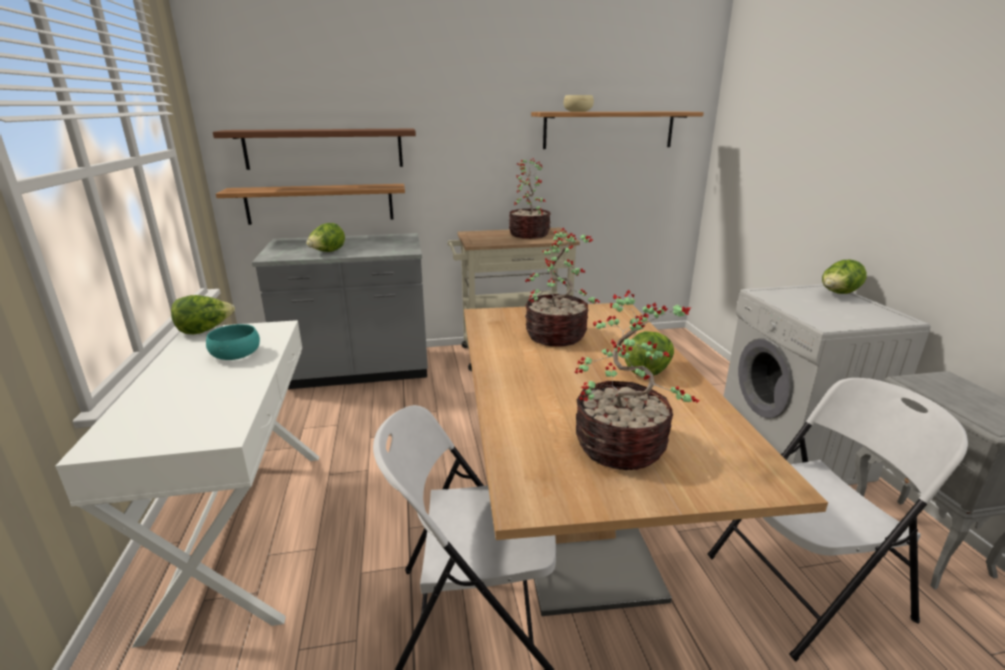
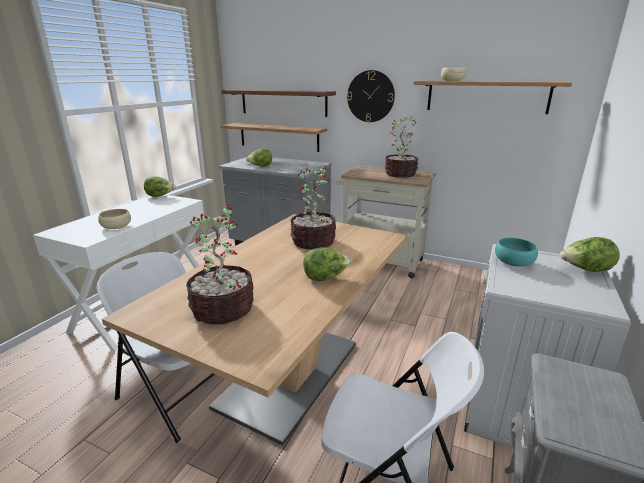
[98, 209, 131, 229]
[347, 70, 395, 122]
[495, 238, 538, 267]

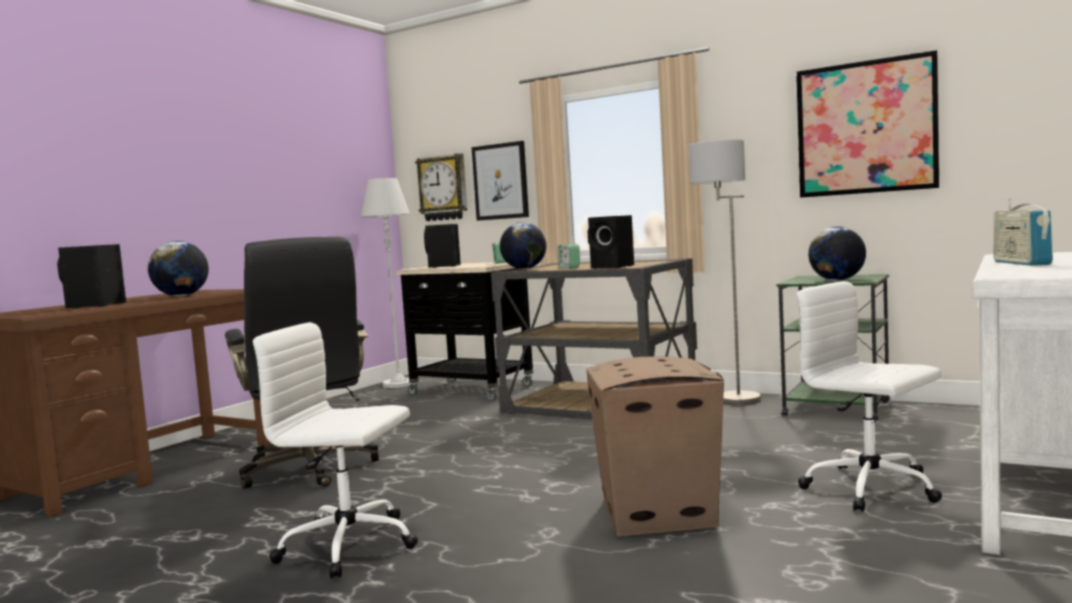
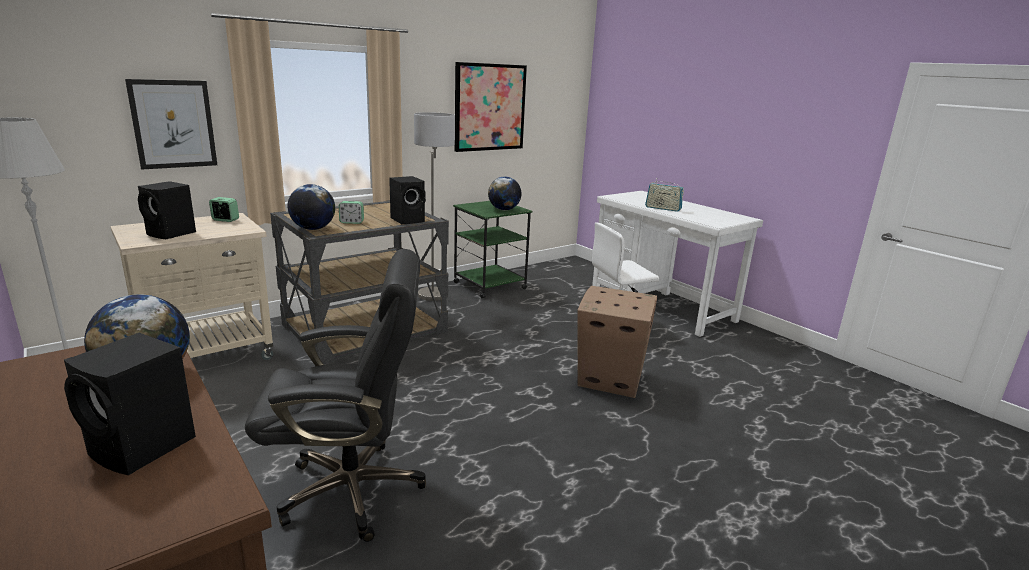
[111, 213, 273, 360]
[253, 322, 418, 578] (first image)
[415, 154, 467, 221] (first image)

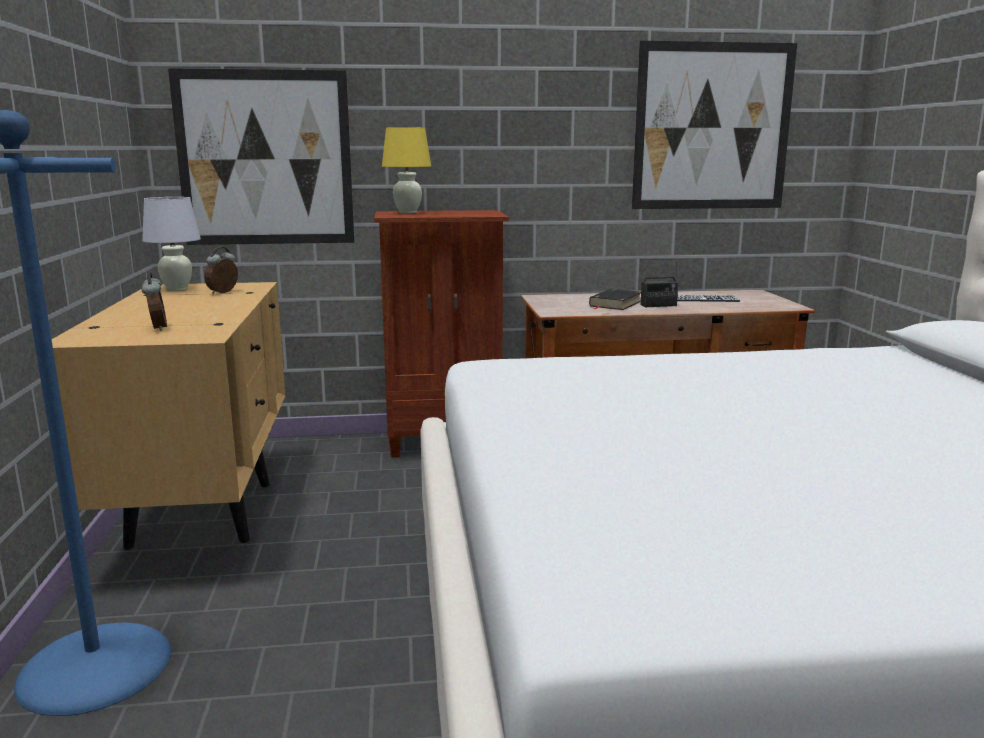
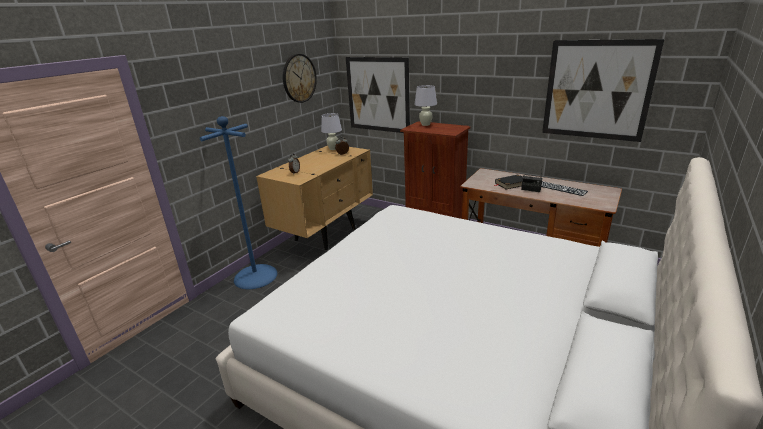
[283, 54, 317, 103]
[414, 85, 437, 126]

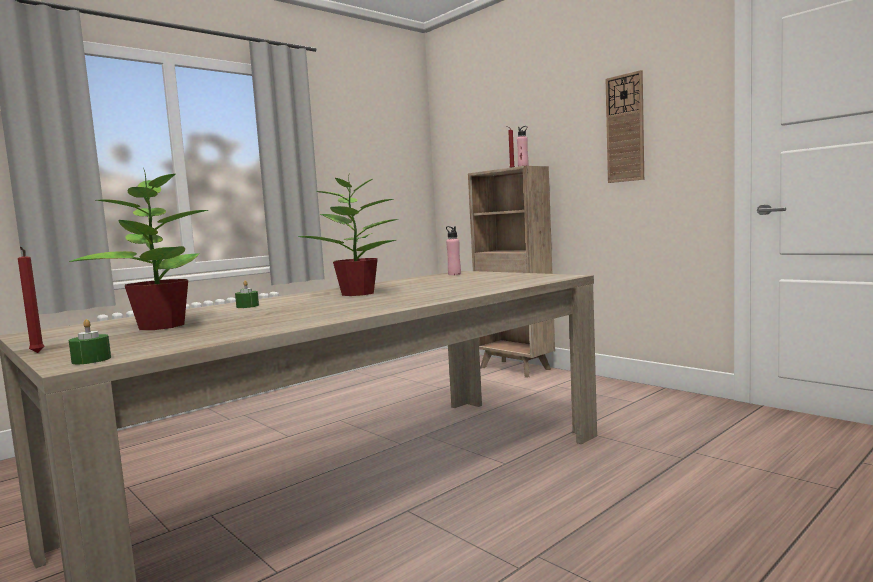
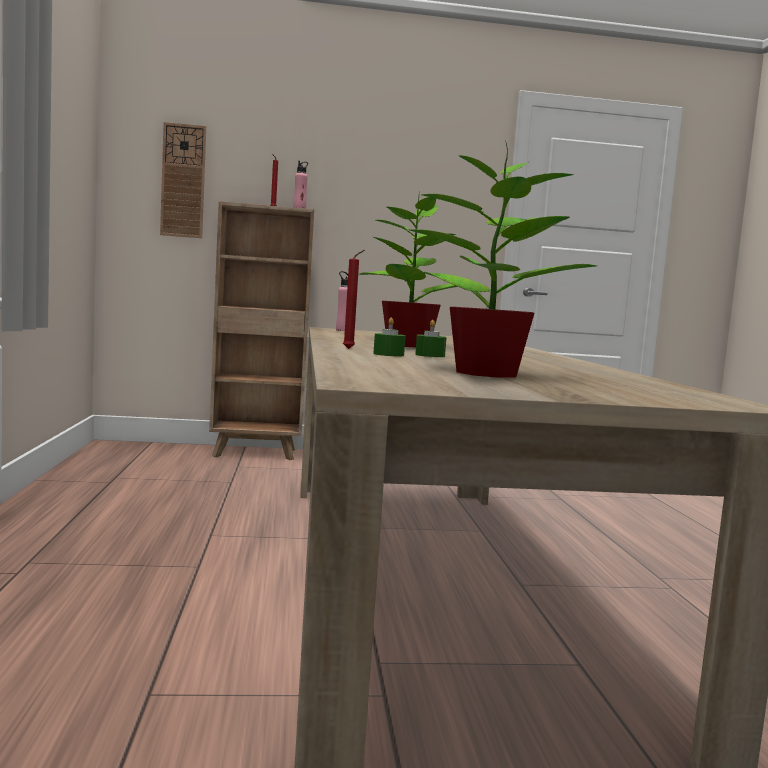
[160, 122, 206, 238]
[343, 250, 365, 349]
[415, 320, 447, 357]

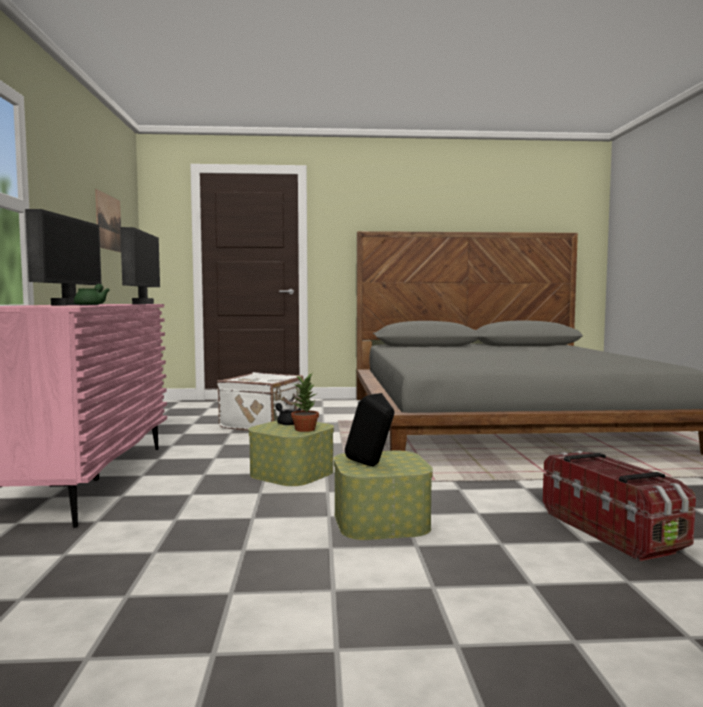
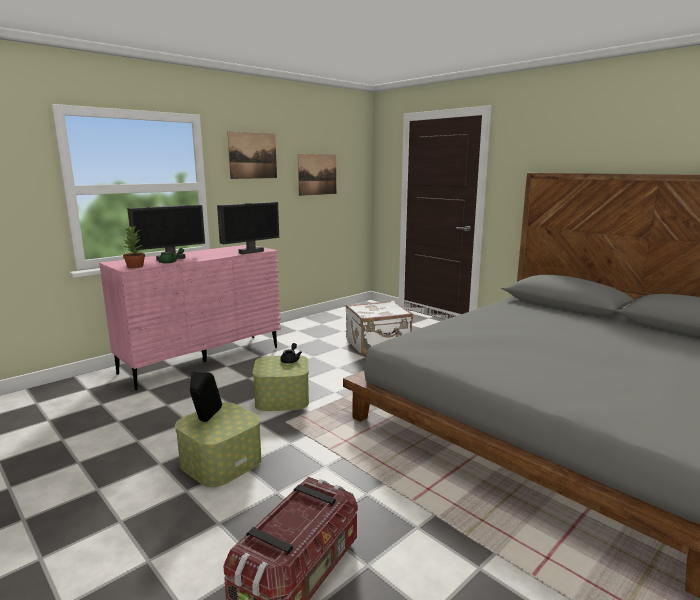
[123, 225, 145, 268]
[227, 132, 277, 179]

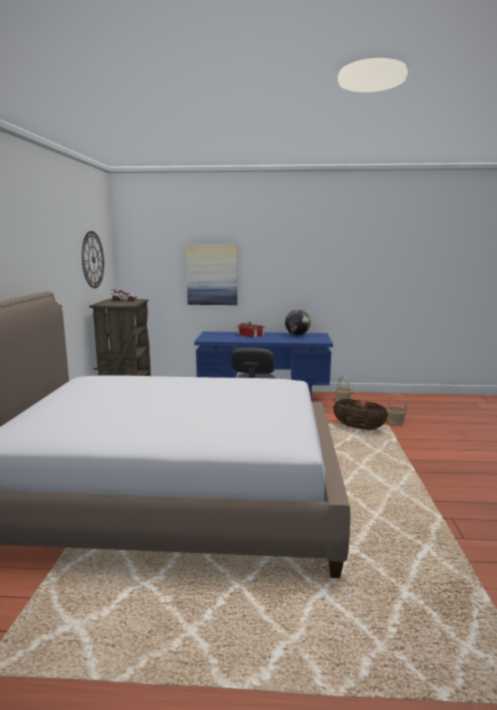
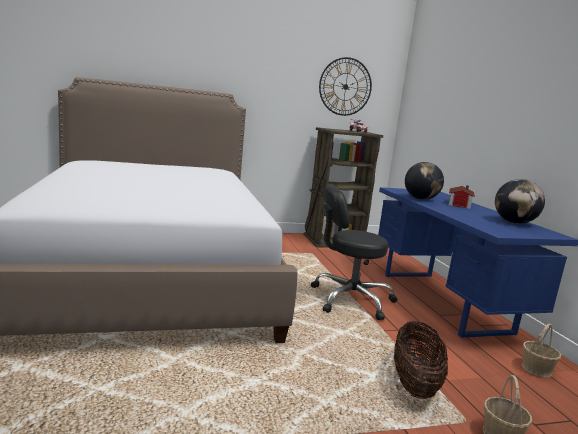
[405, 162, 444, 200]
[186, 245, 238, 305] (first image)

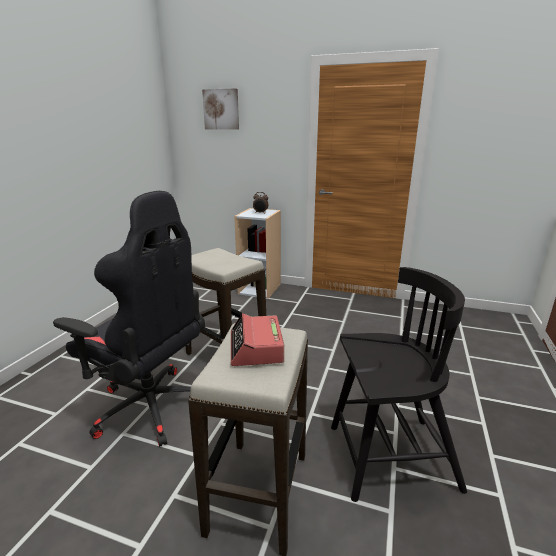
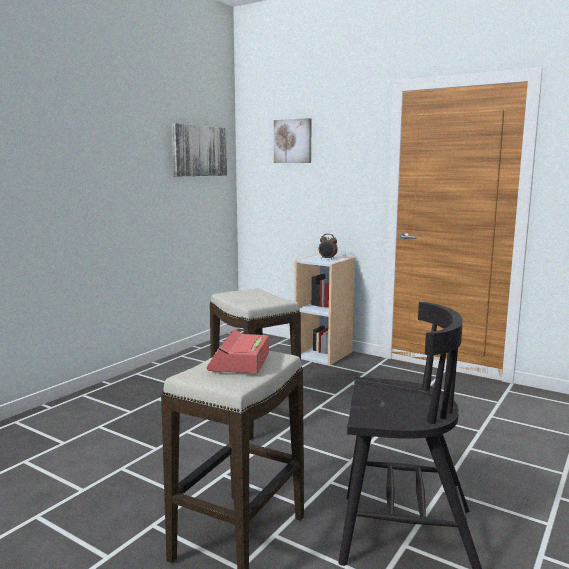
[171, 123, 227, 176]
[53, 191, 205, 447] (first image)

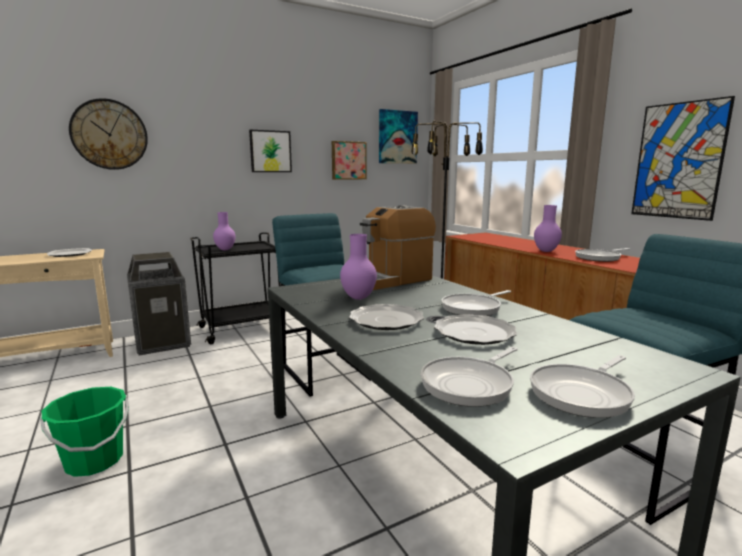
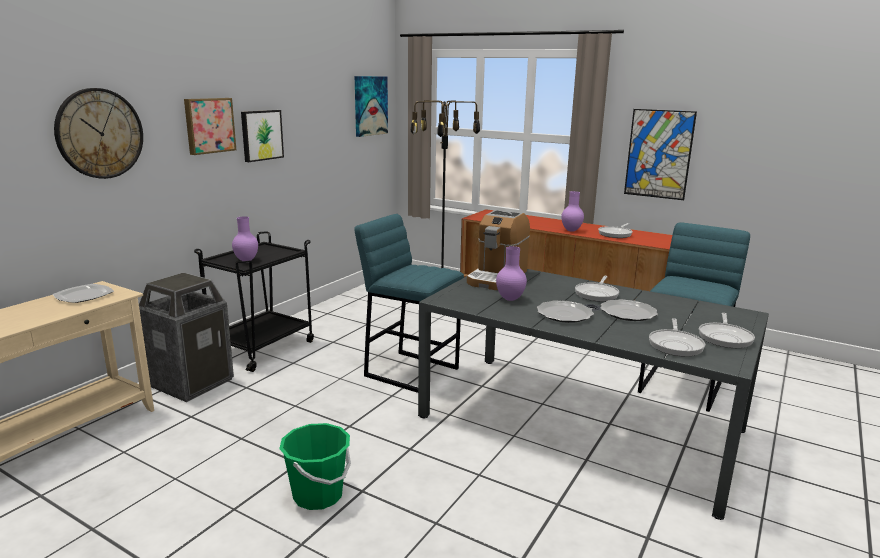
[184, 98, 236, 155]

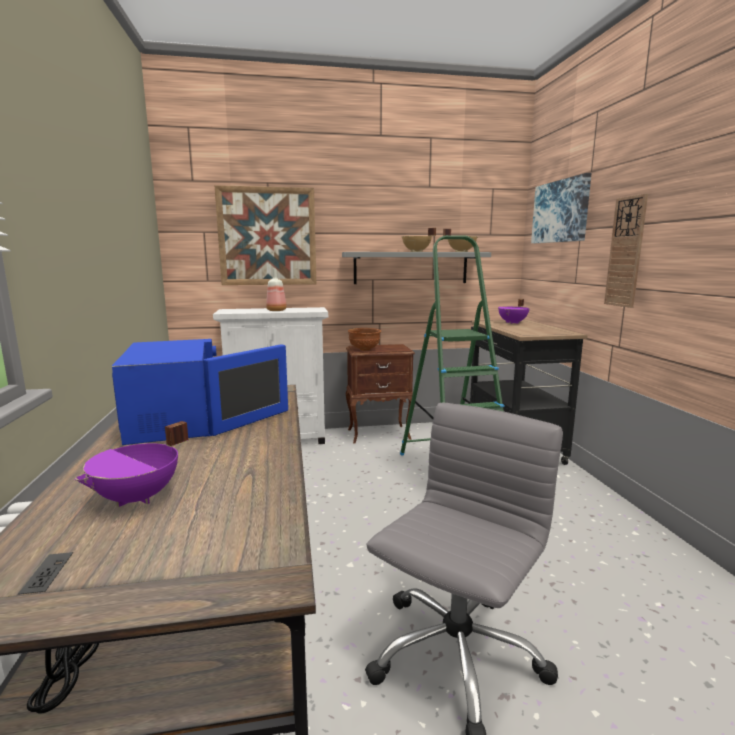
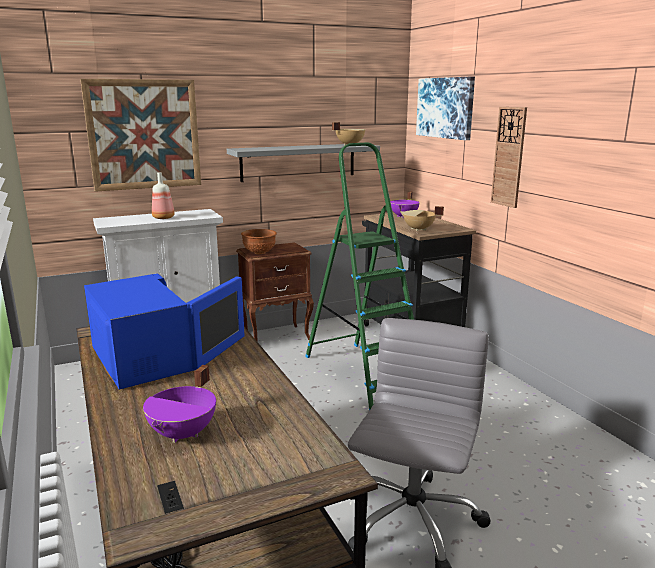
[400, 206, 444, 231]

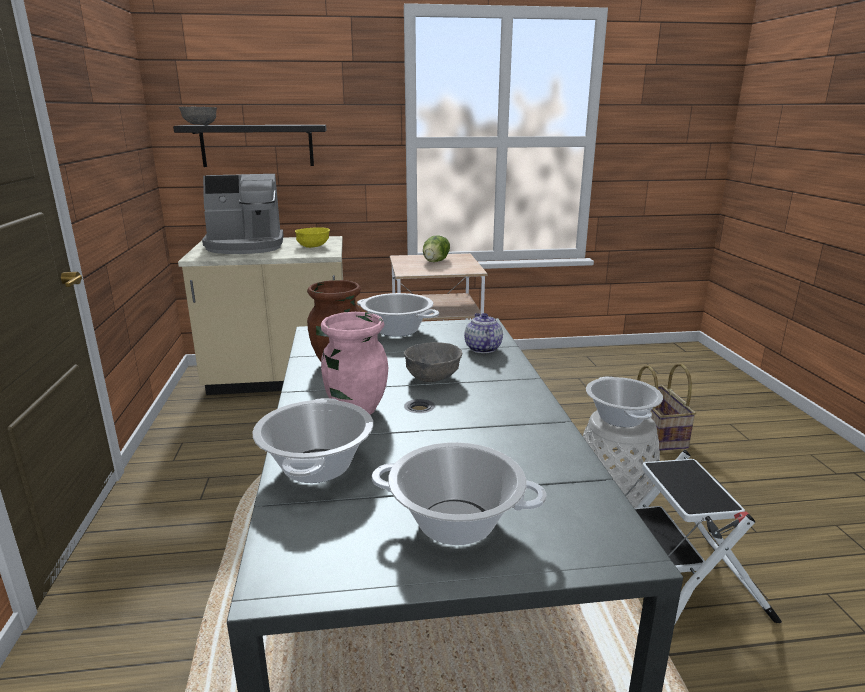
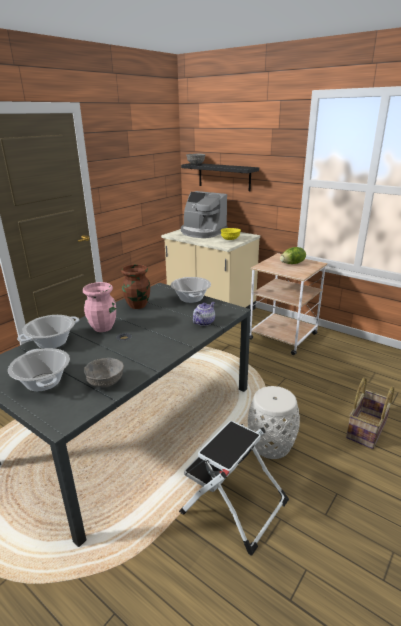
[84, 358, 124, 387]
[586, 377, 663, 427] (first image)

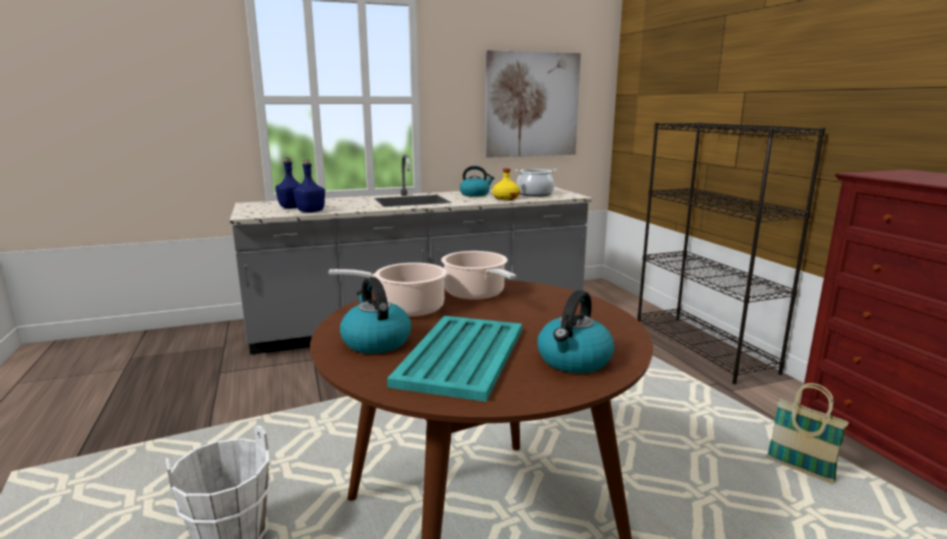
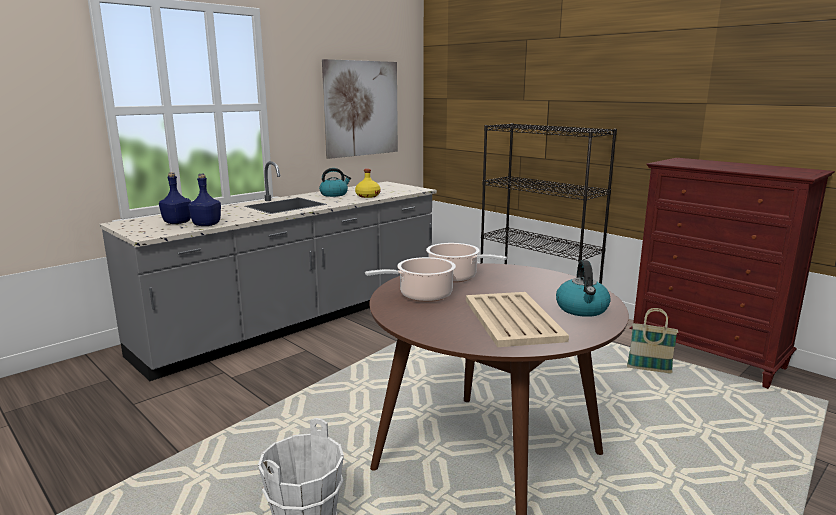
[466, 292, 569, 347]
[340, 277, 411, 354] (first image)
[515, 169, 557, 197] (first image)

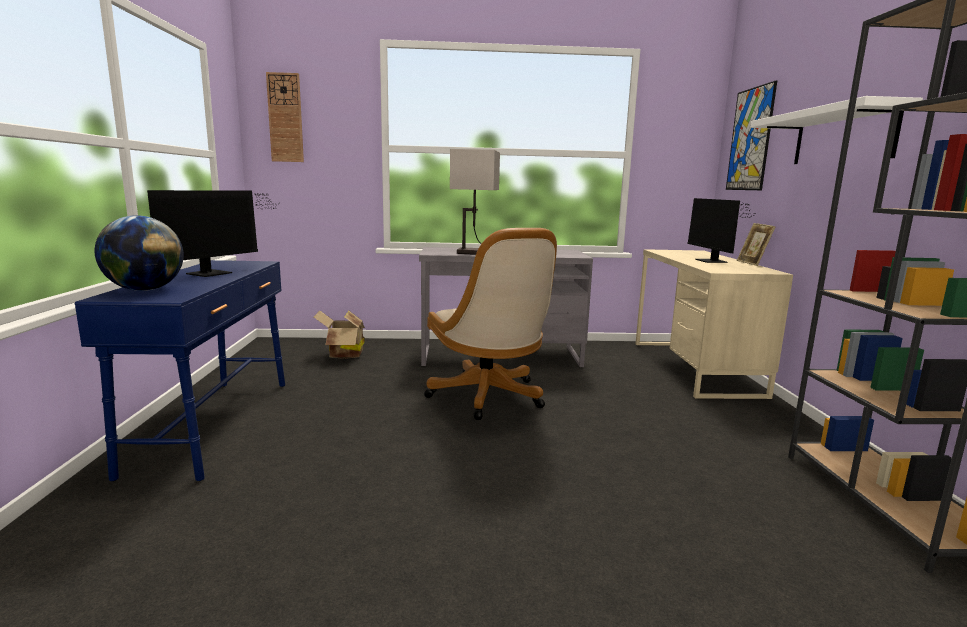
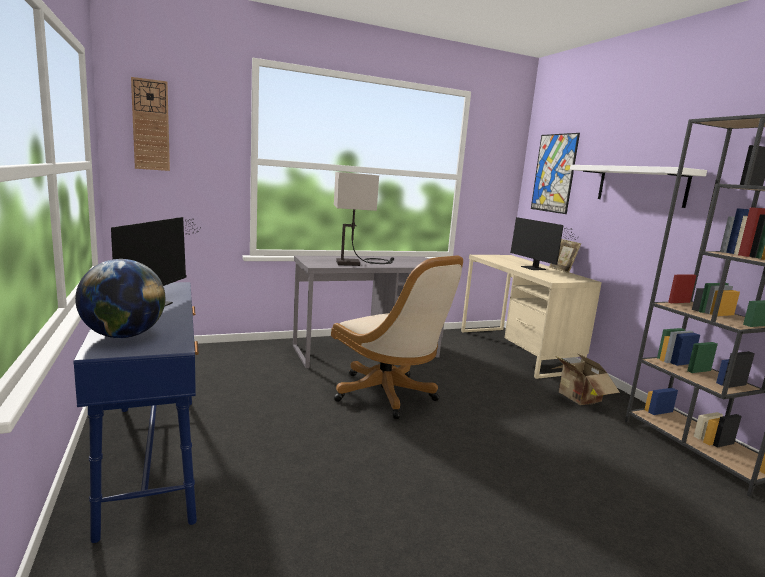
[552, 353, 620, 405]

